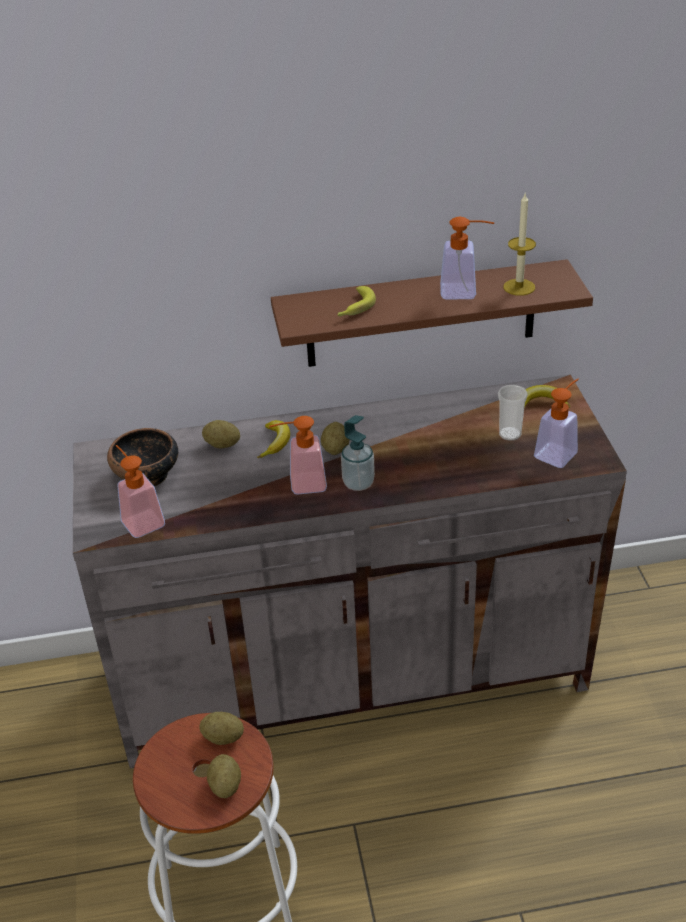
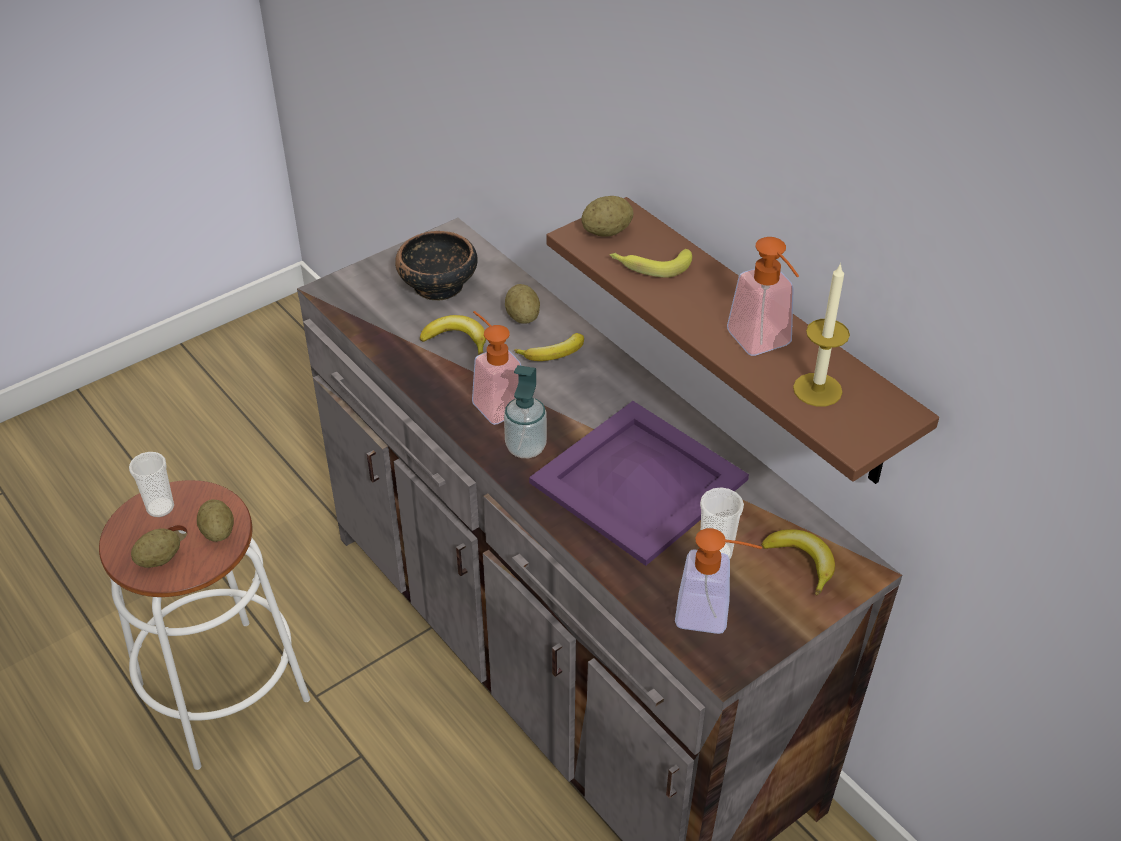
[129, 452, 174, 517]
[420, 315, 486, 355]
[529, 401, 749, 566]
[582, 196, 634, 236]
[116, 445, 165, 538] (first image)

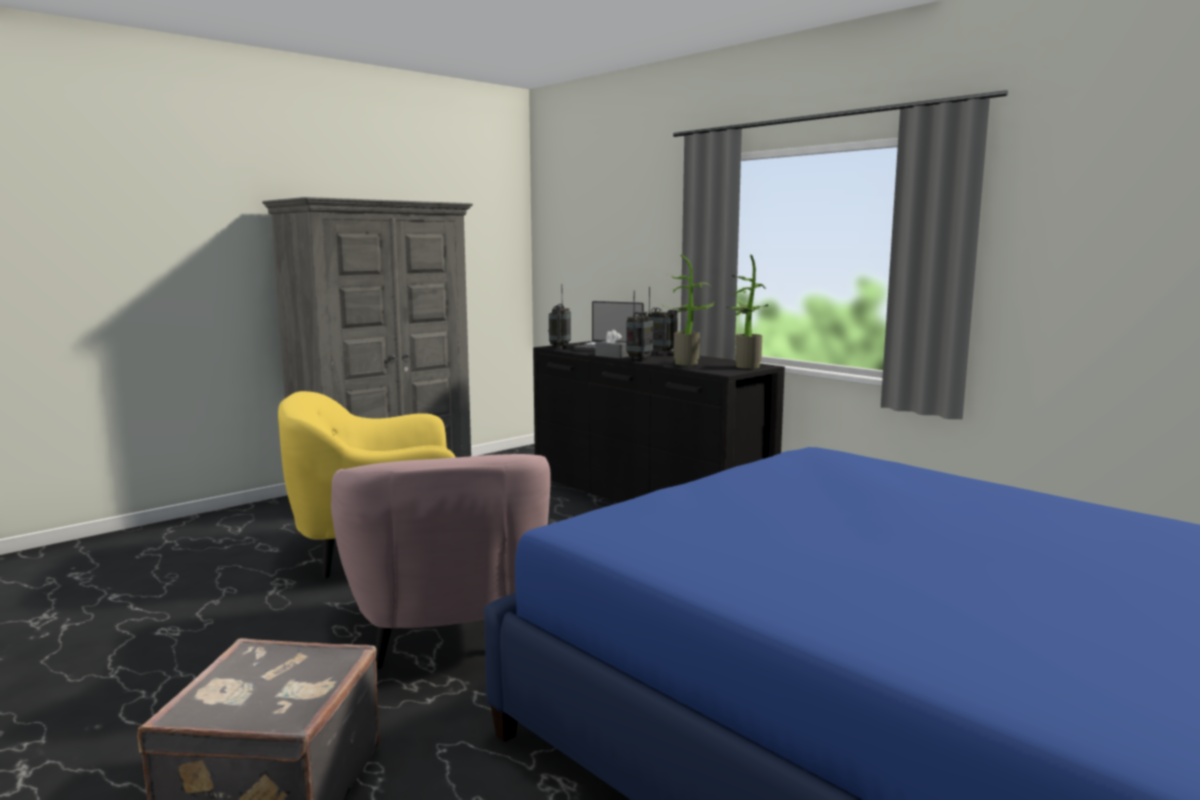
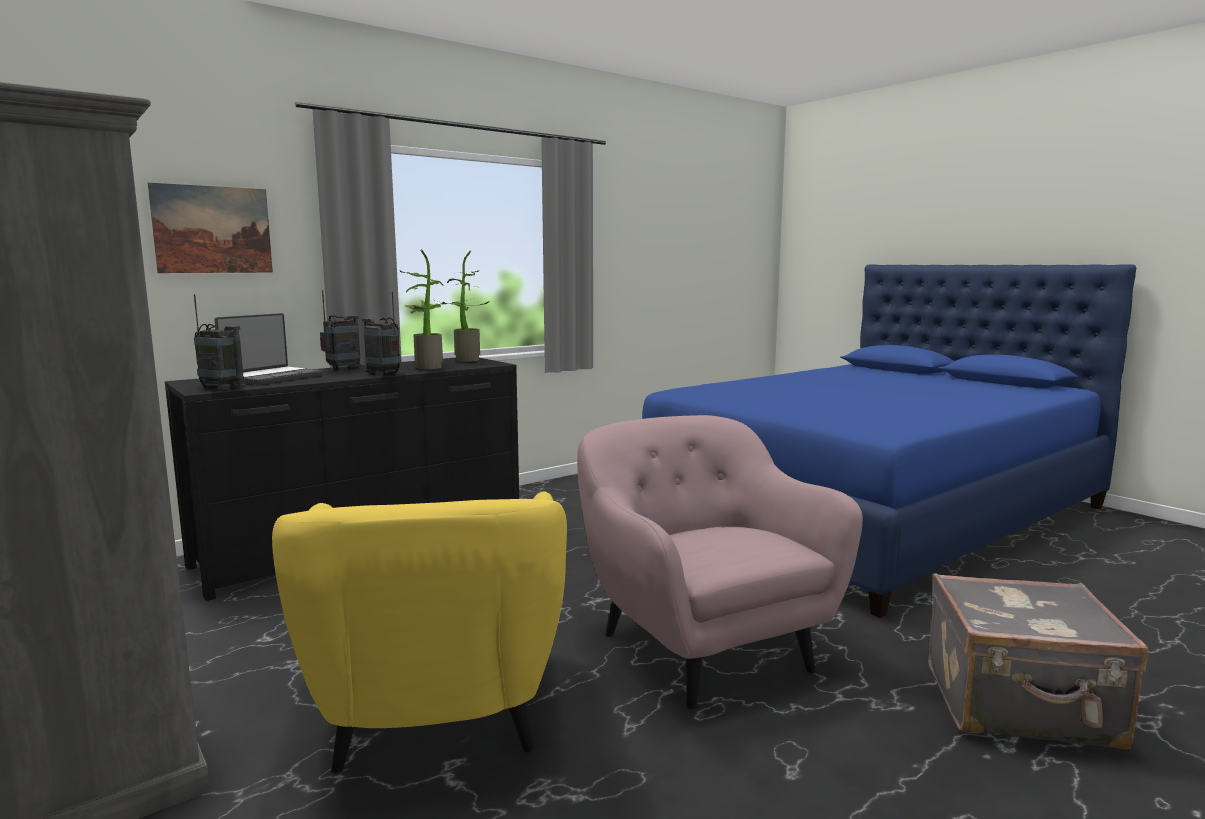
[148, 183, 273, 273]
[577, 415, 863, 709]
[595, 330, 629, 358] (first image)

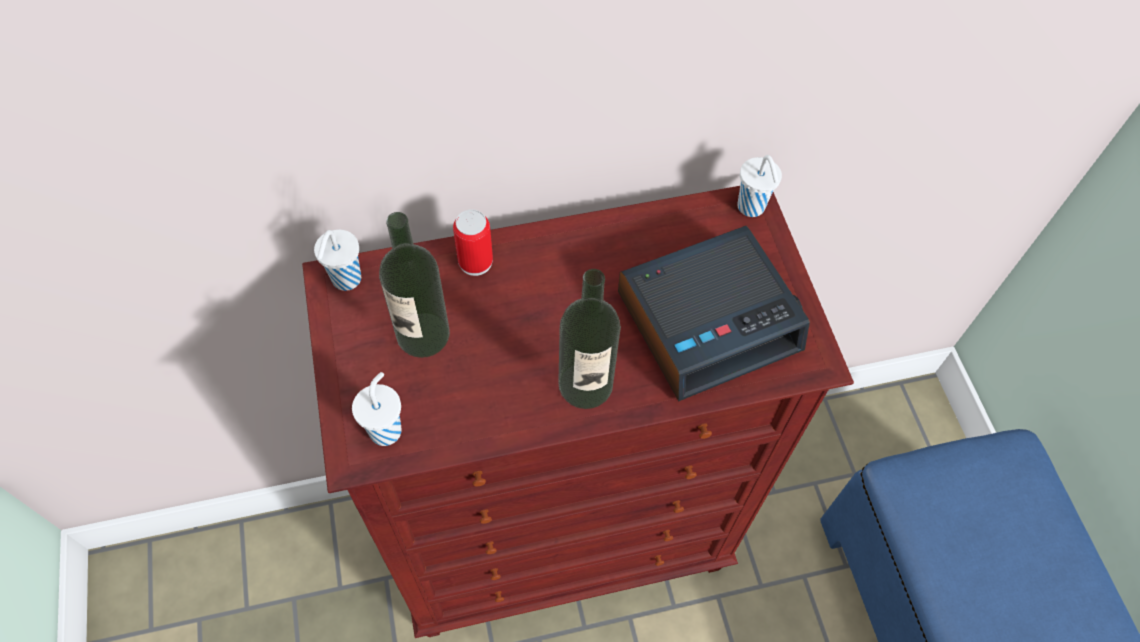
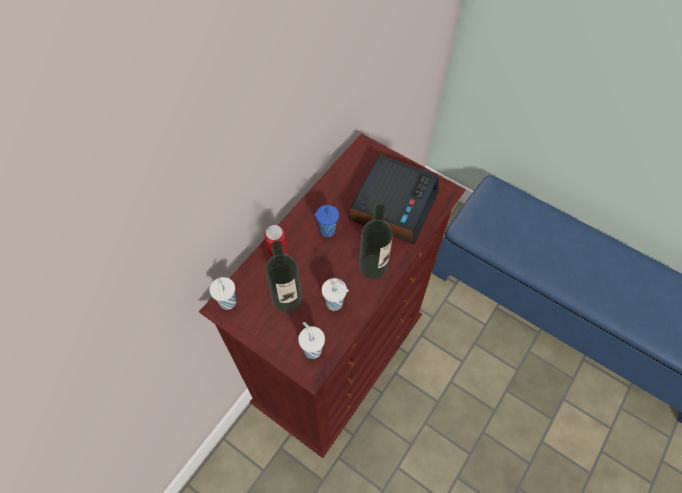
[314, 205, 339, 237]
[322, 278, 349, 311]

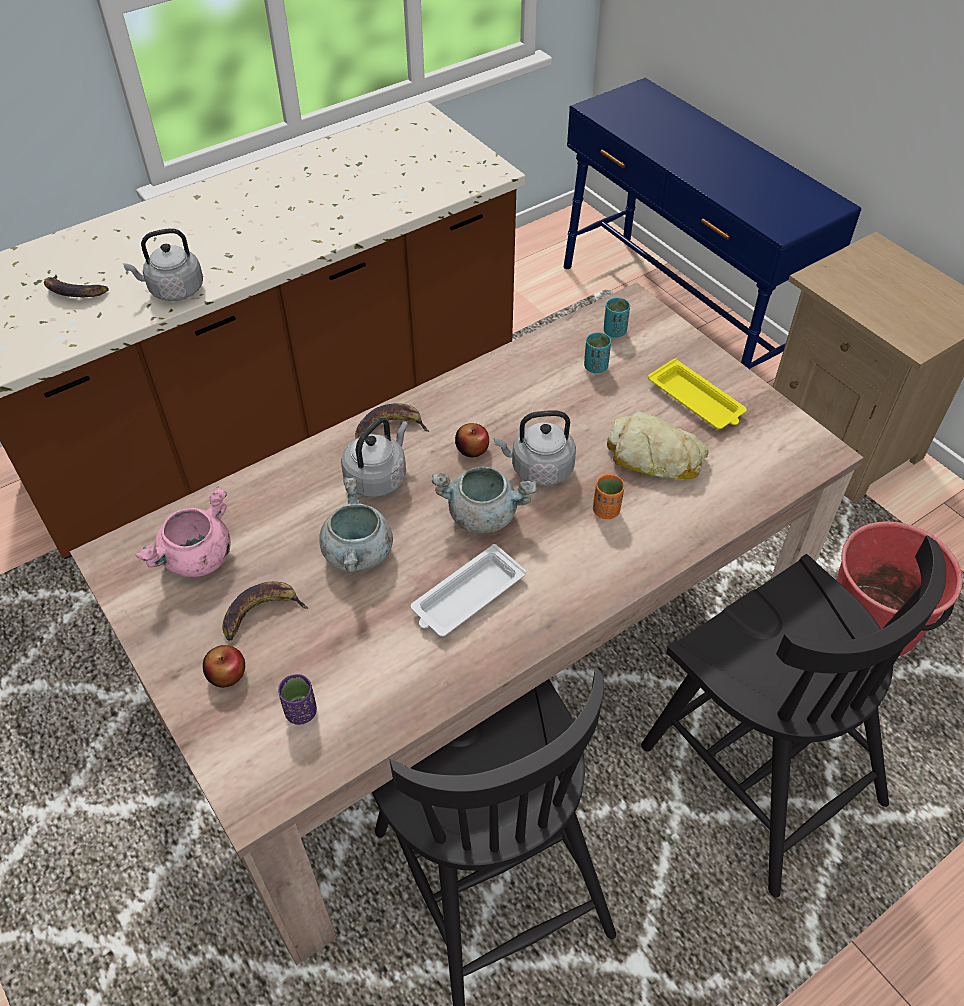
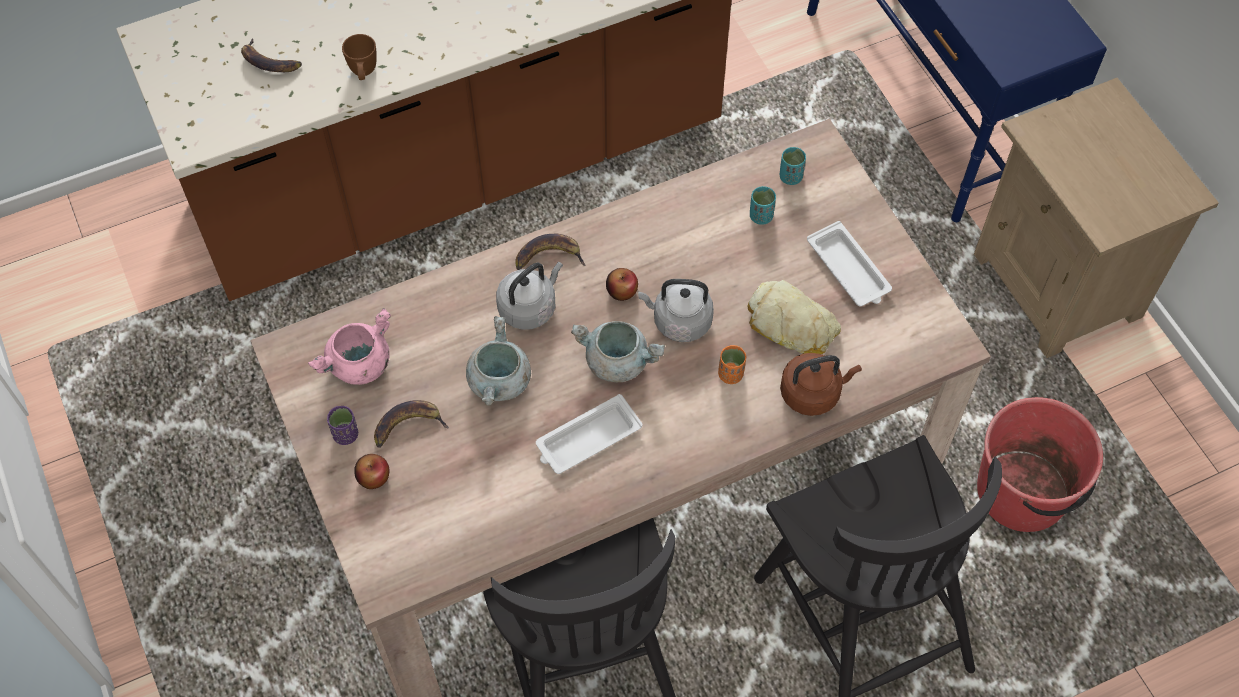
[327, 406, 358, 445]
[342, 34, 377, 80]
[780, 353, 862, 416]
[807, 221, 892, 307]

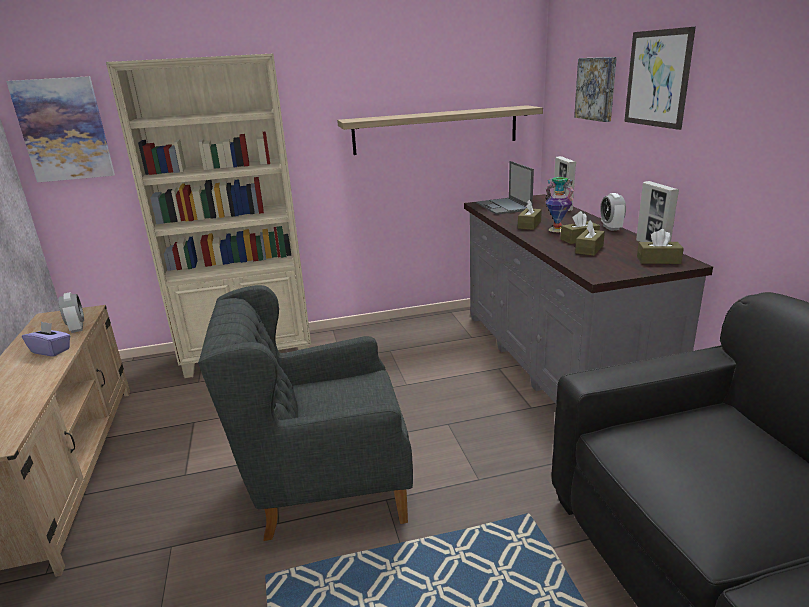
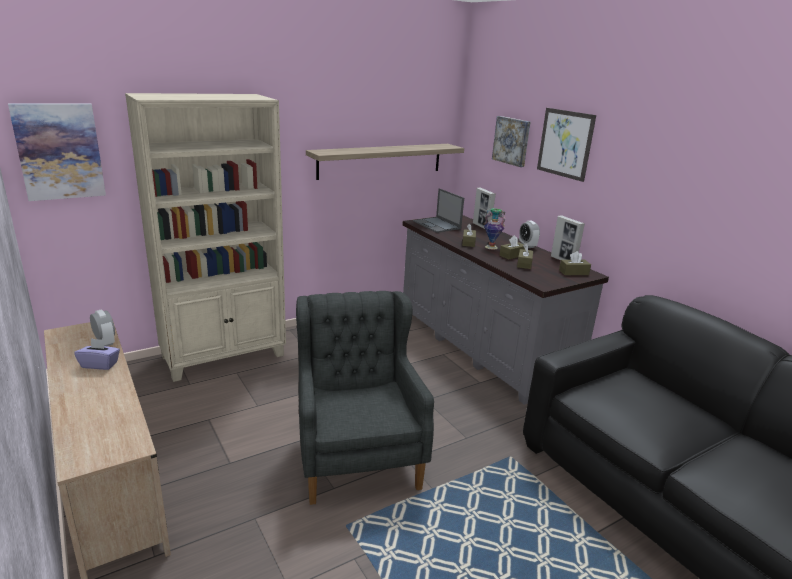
[296, 291, 434, 505]

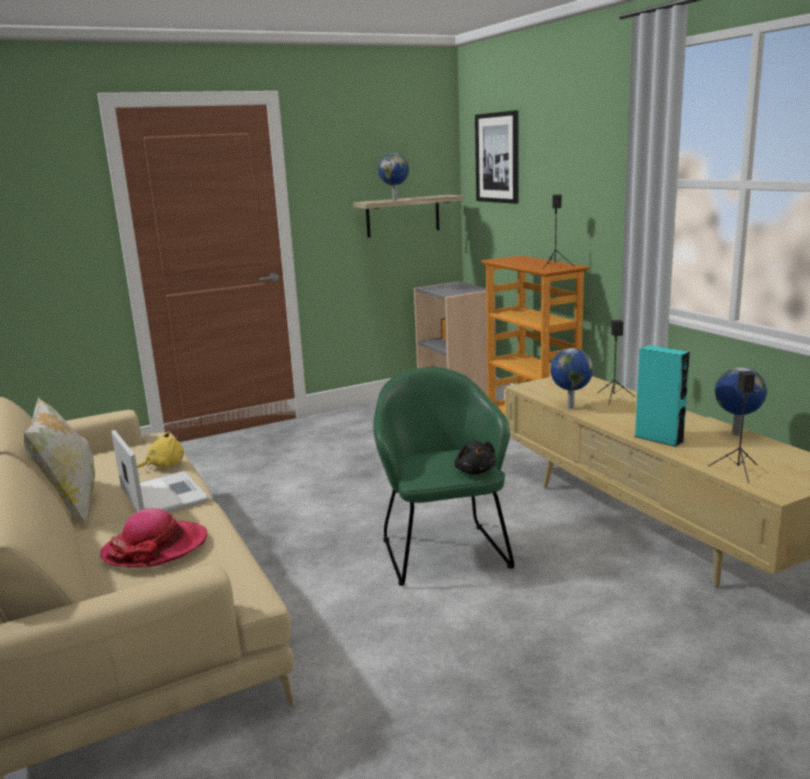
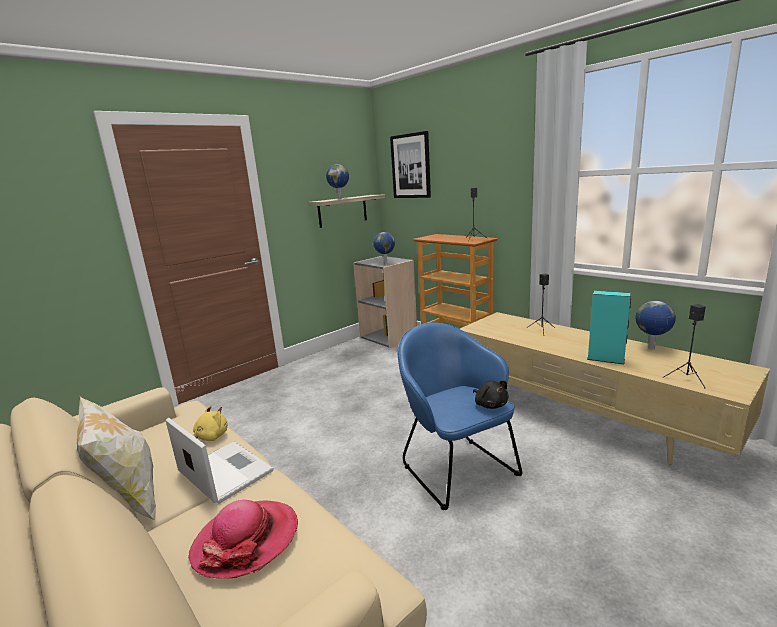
[373, 232, 395, 264]
[397, 322, 522, 510]

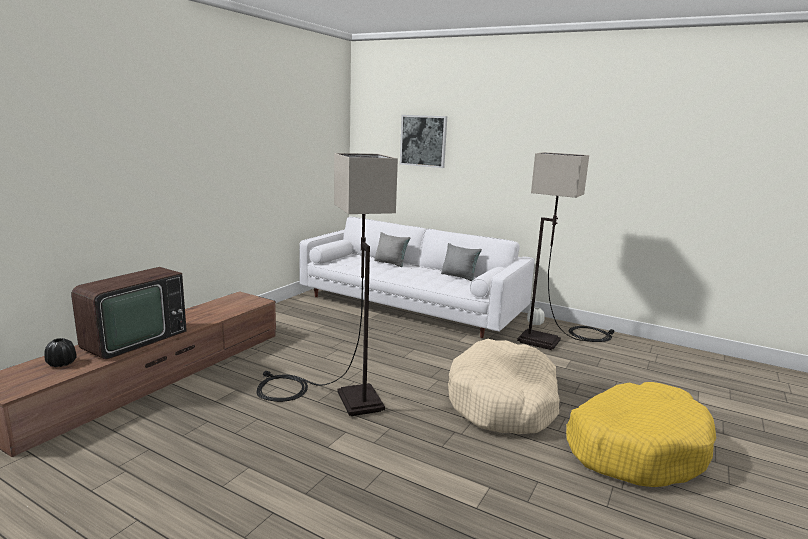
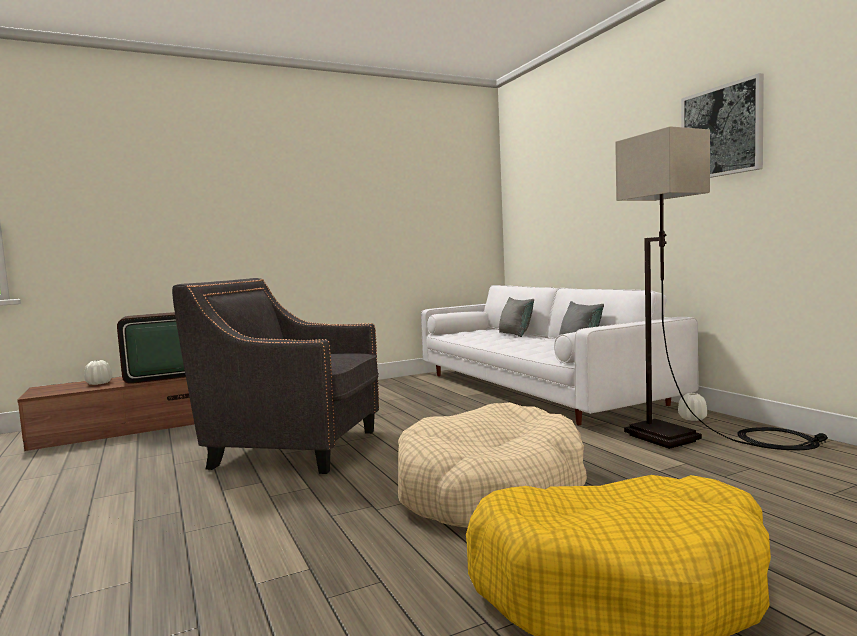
[84, 360, 112, 385]
[172, 278, 379, 474]
[681, 73, 764, 178]

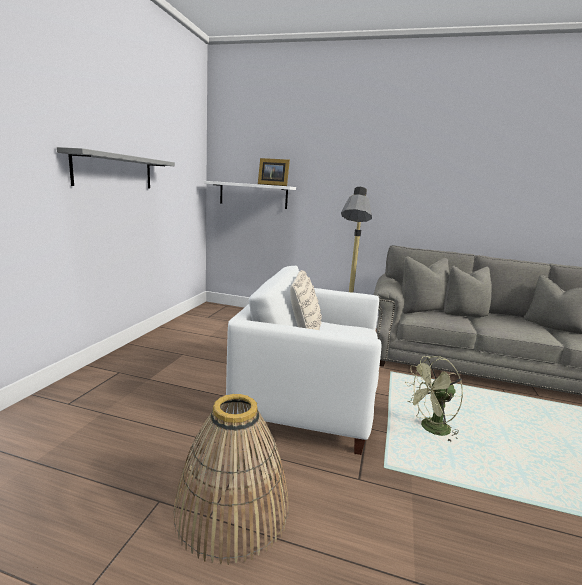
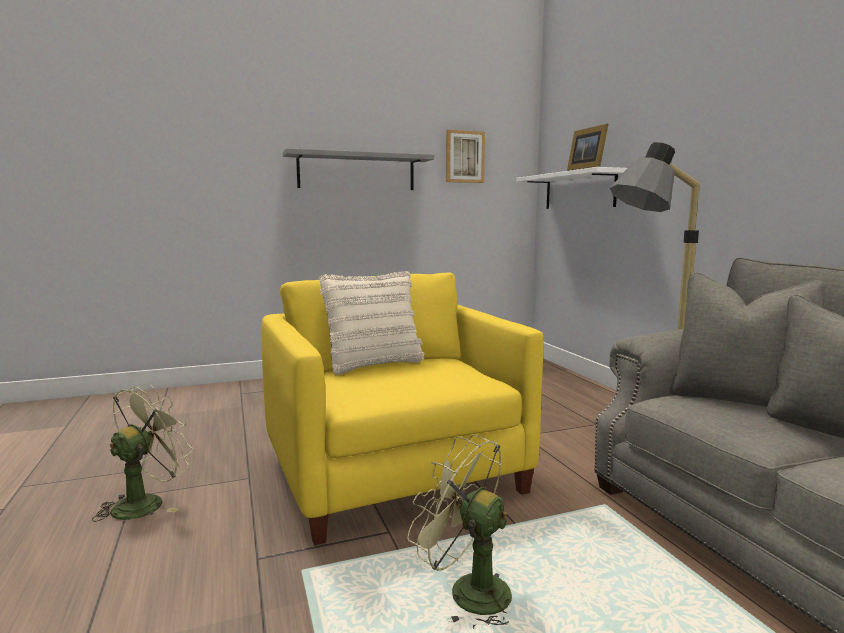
[92, 383, 193, 522]
[261, 273, 543, 545]
[446, 130, 485, 183]

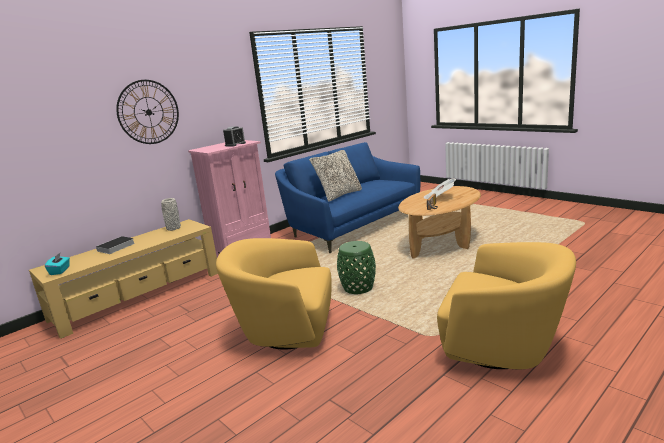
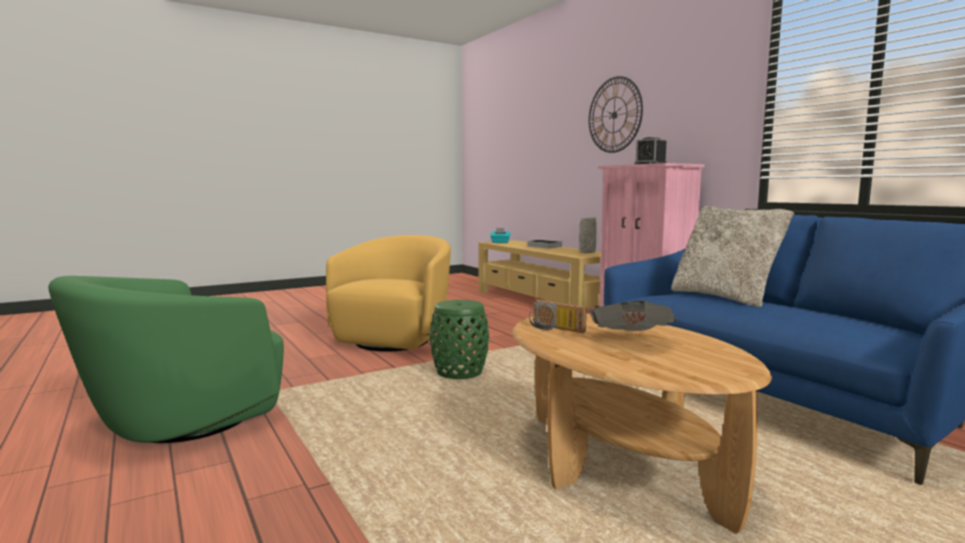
[48, 276, 284, 443]

